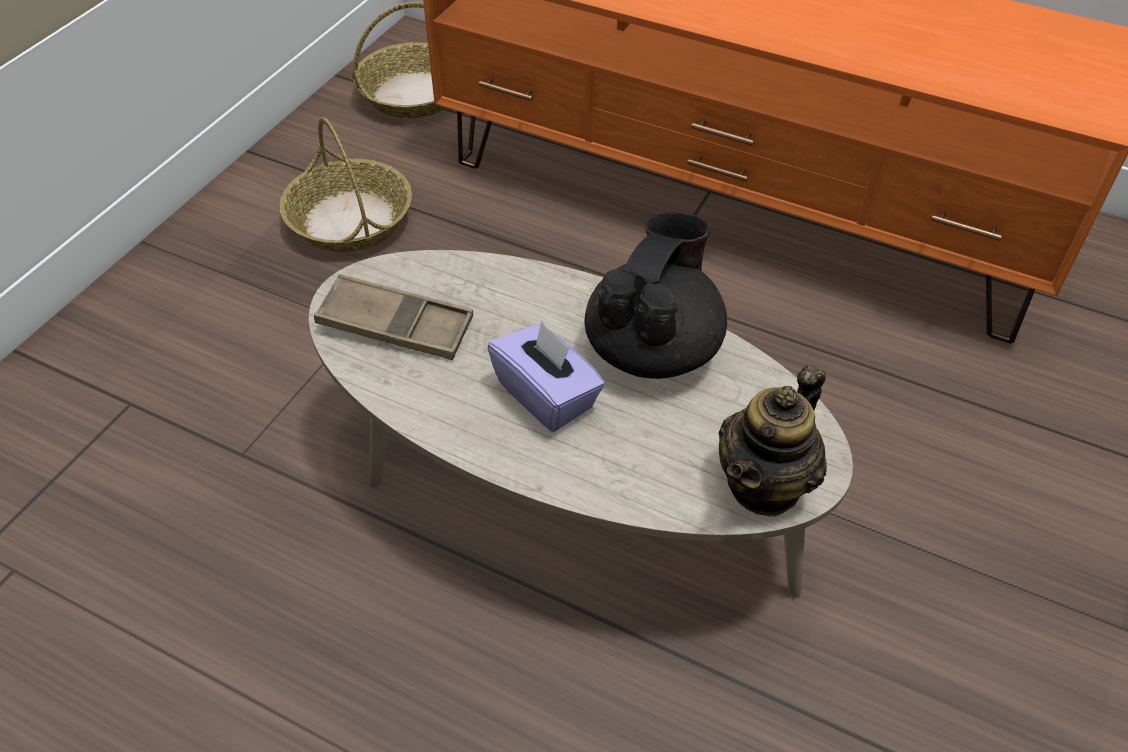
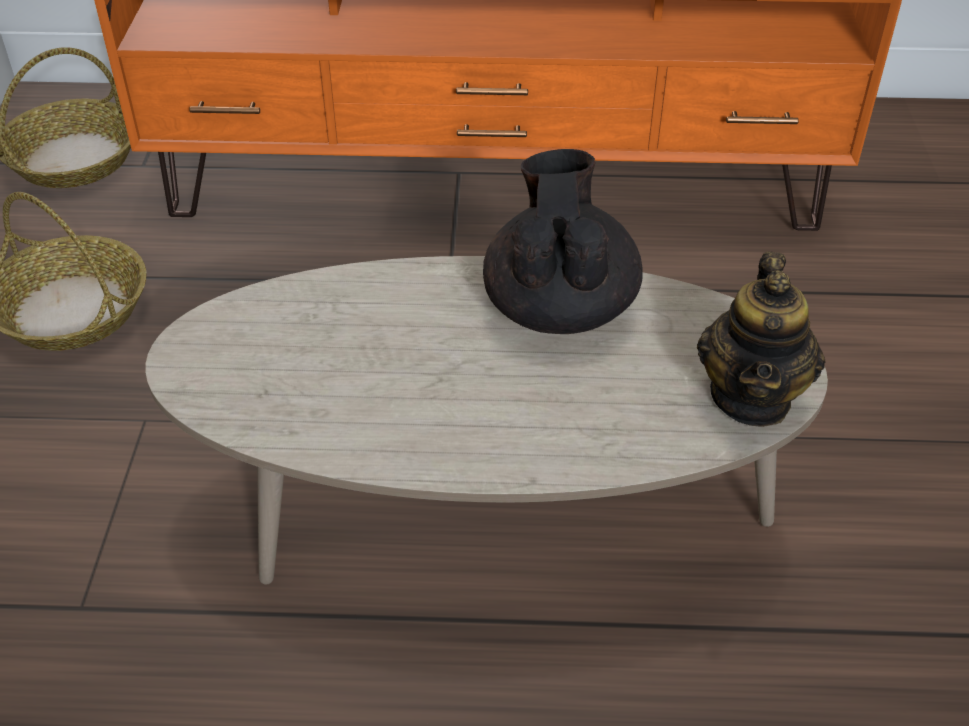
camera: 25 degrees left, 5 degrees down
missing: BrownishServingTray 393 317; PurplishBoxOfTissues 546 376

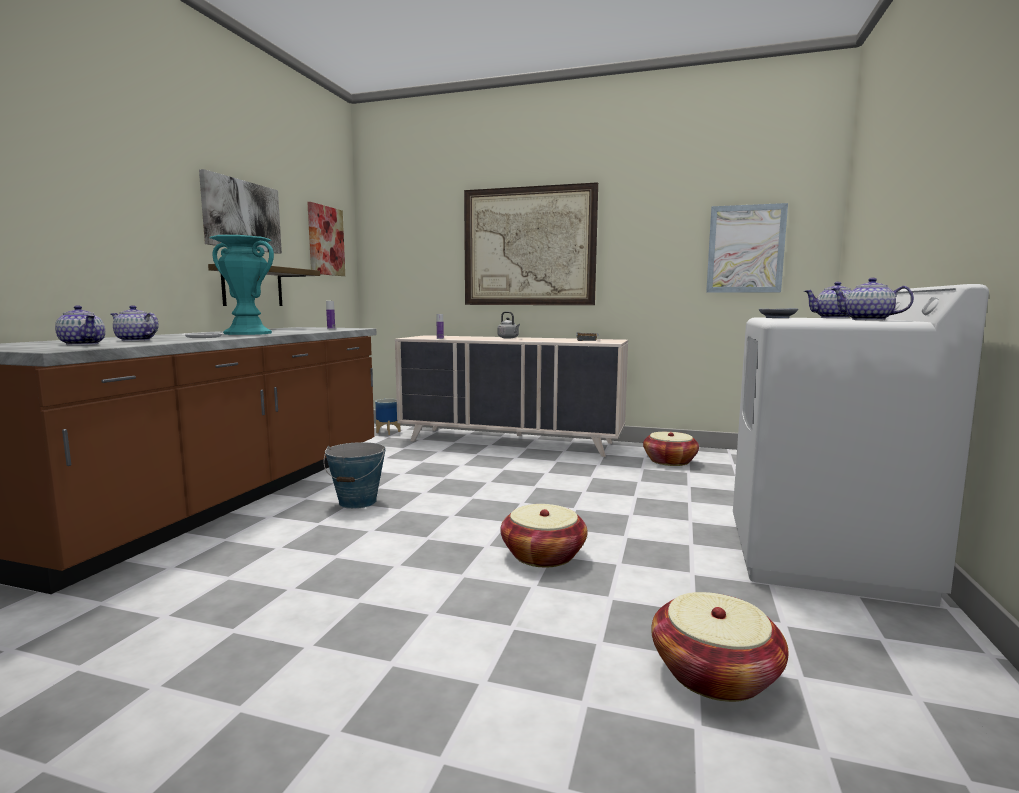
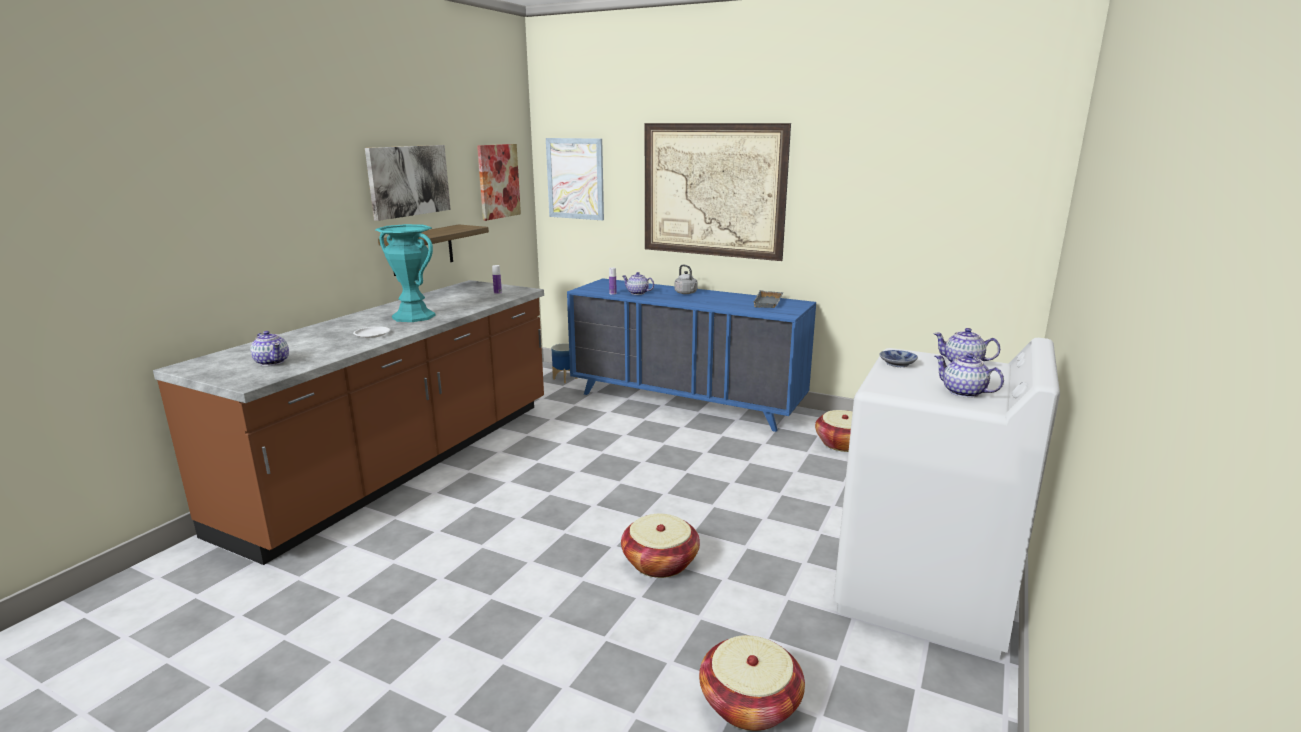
camera: 10 degrees right, 10 degrees up
missing: Pail 355 475
relocated: TeaPot 135 323 to 638 283; WallArt 747 248 to 575 179
colour: BeigeColouredDresser 511 396 to BluishDresser 691 355

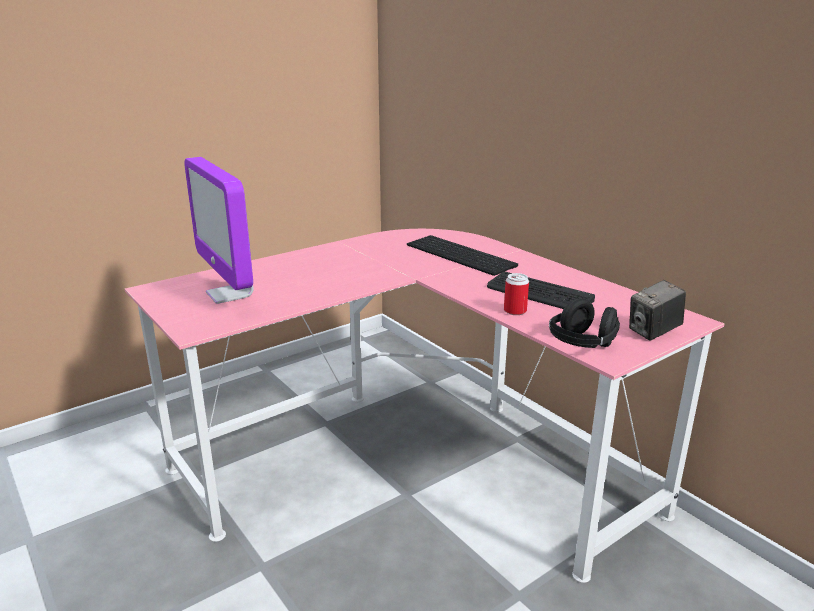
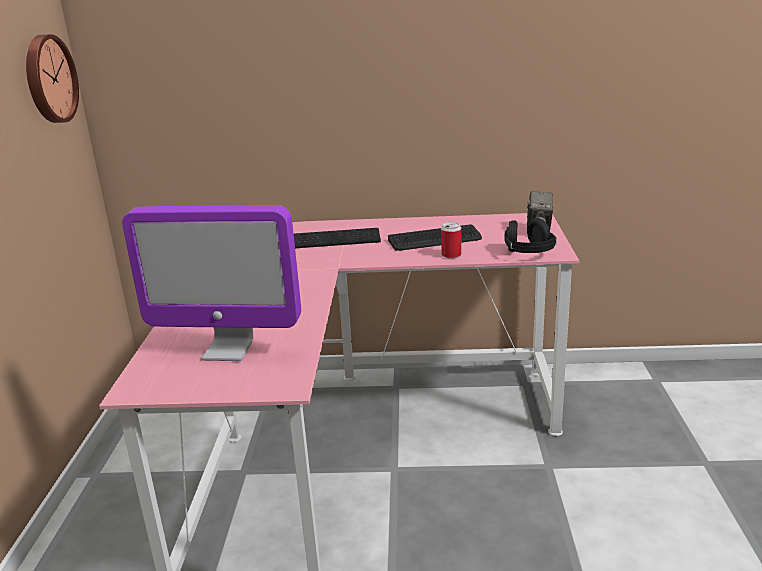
camera: 50 degrees left, 0 degrees up
appeared: HangingClock 52 78

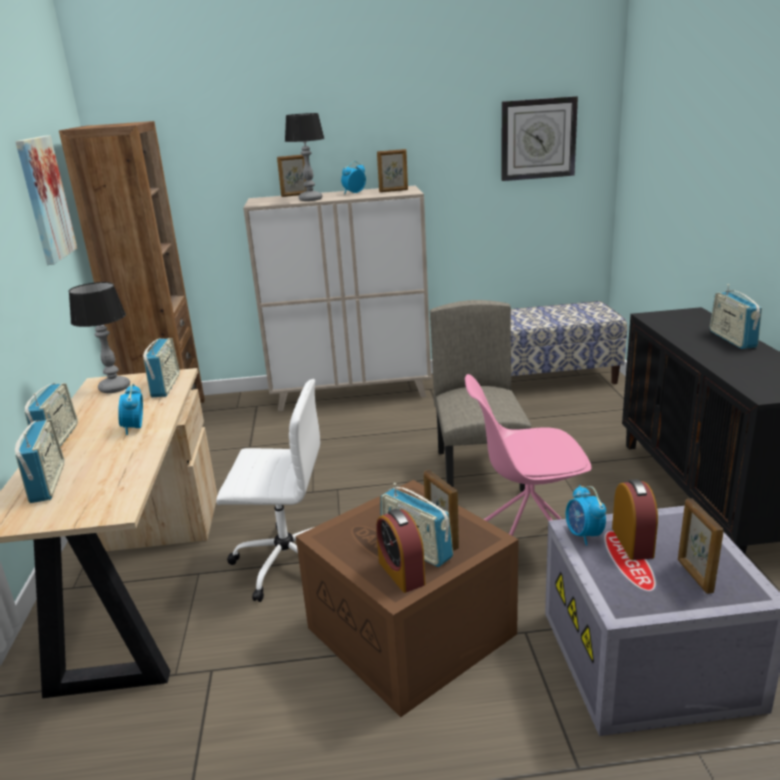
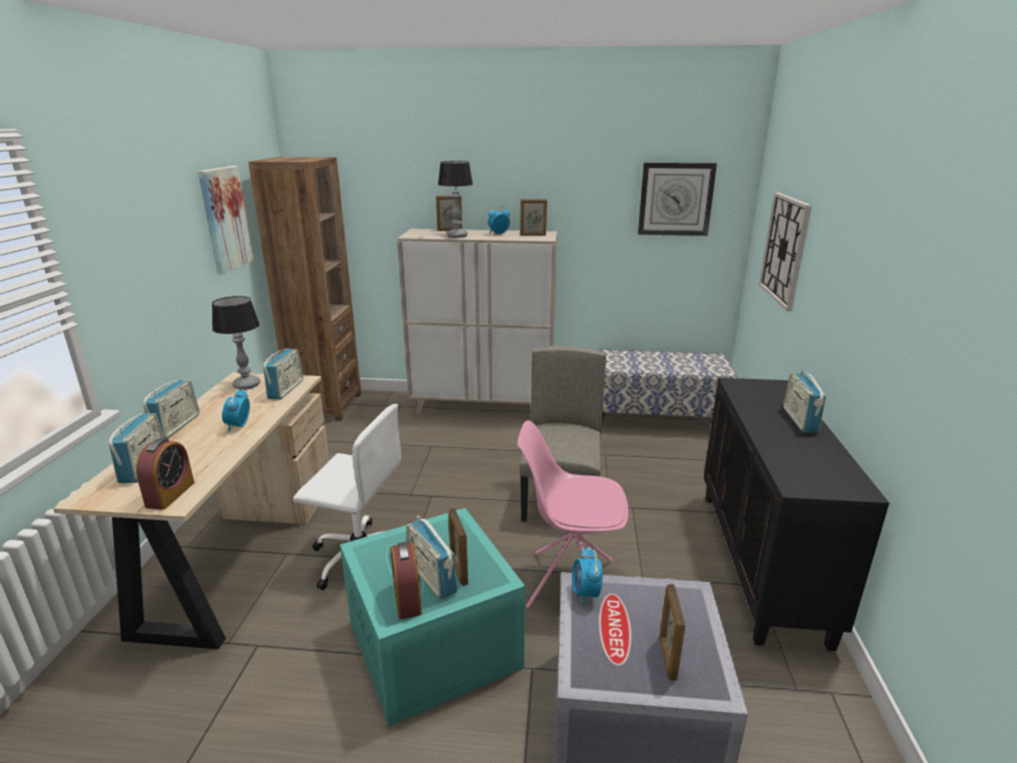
camera: 10 degrees right, 0 degrees up
appeared: HangingClock 785 251
relocated: TableClock 635 519 to 165 474
colour: BrownishStorageBin 407 598 to BlueGreenStorageBin 432 617

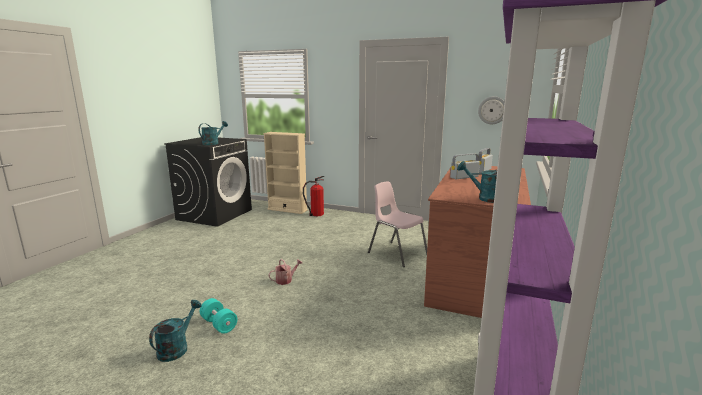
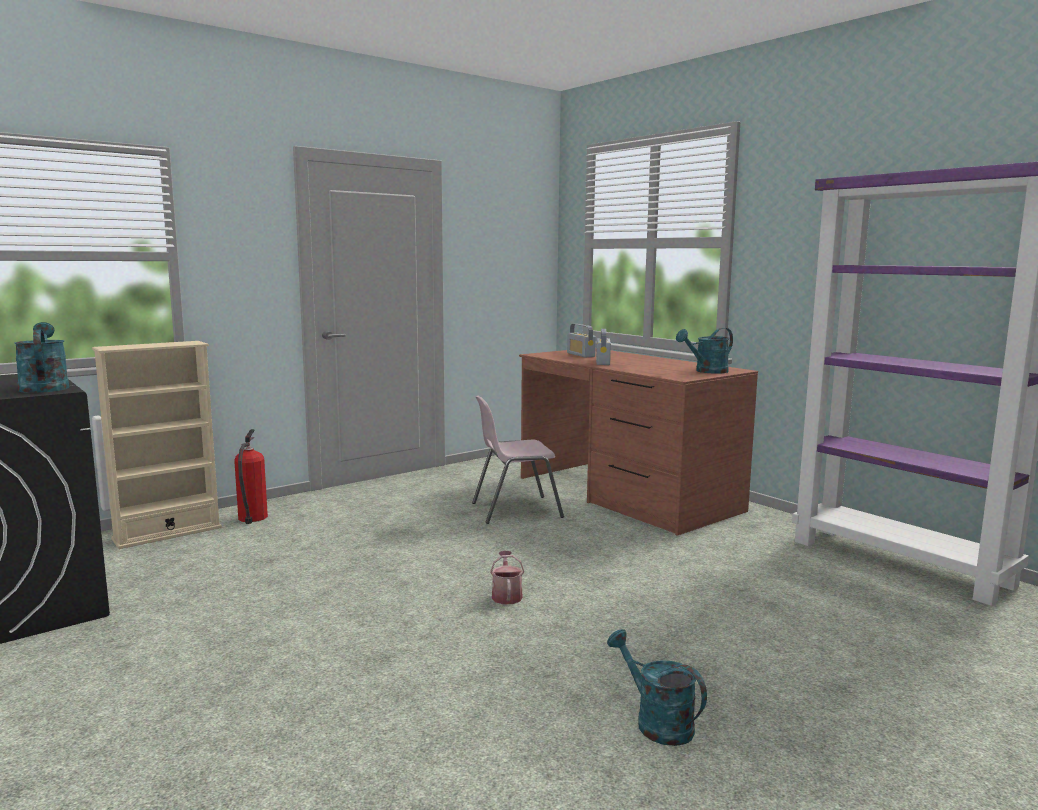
camera: 60 degrees left, 5 degrees down
missing: BlueGreenHandWeight 218 316; HangingClock 491 110

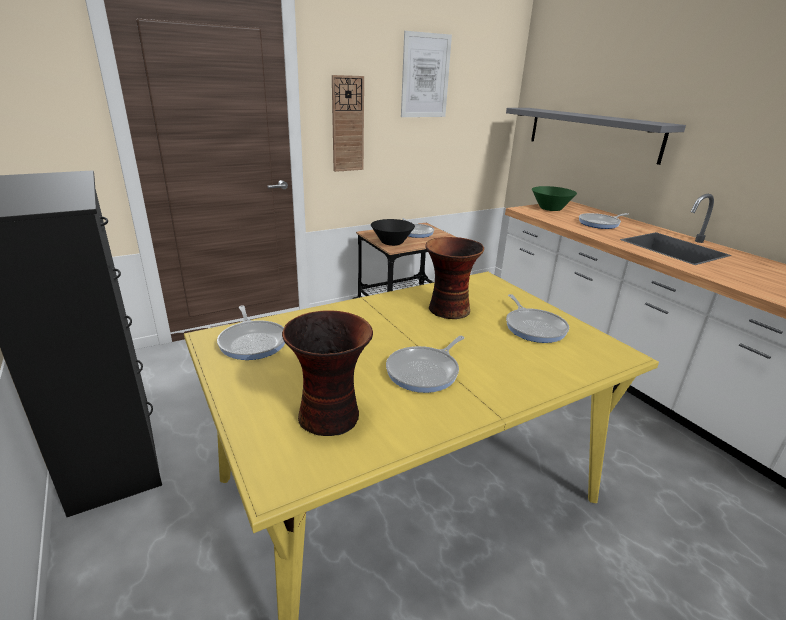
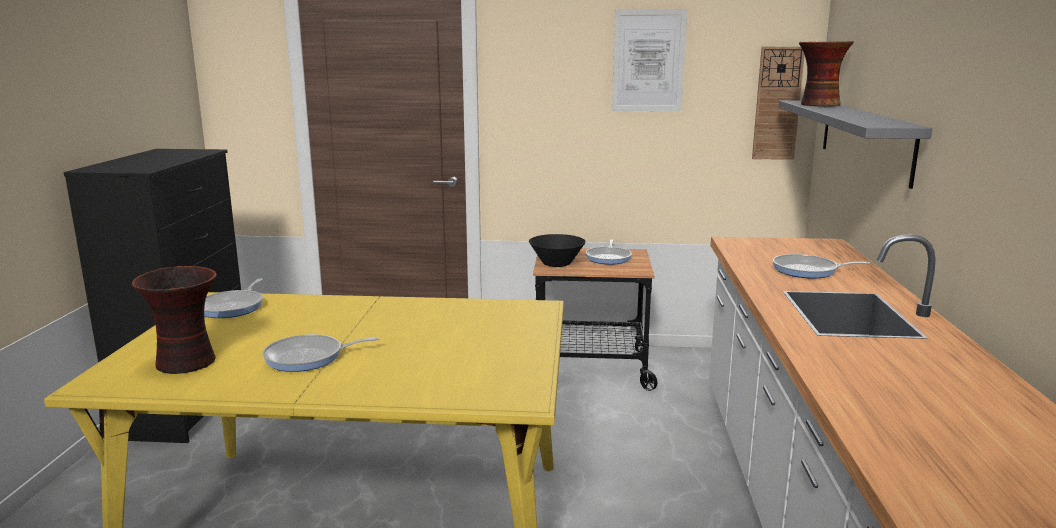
camera: 35 degrees right, 10 degrees down
missing: FryingPan 537 318; GreenColouredBowl 554 198
relocated: HangingClock 348 123 to 778 103; FlowerVase 454 278 to 826 74

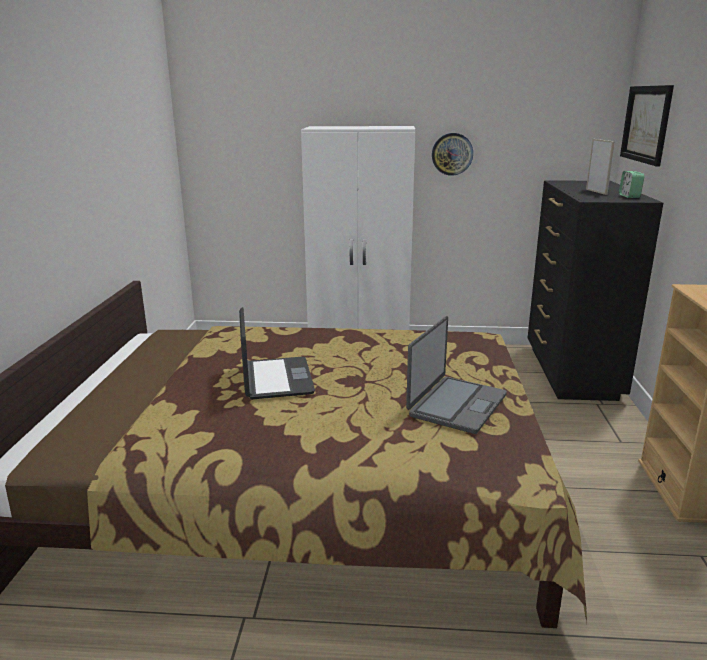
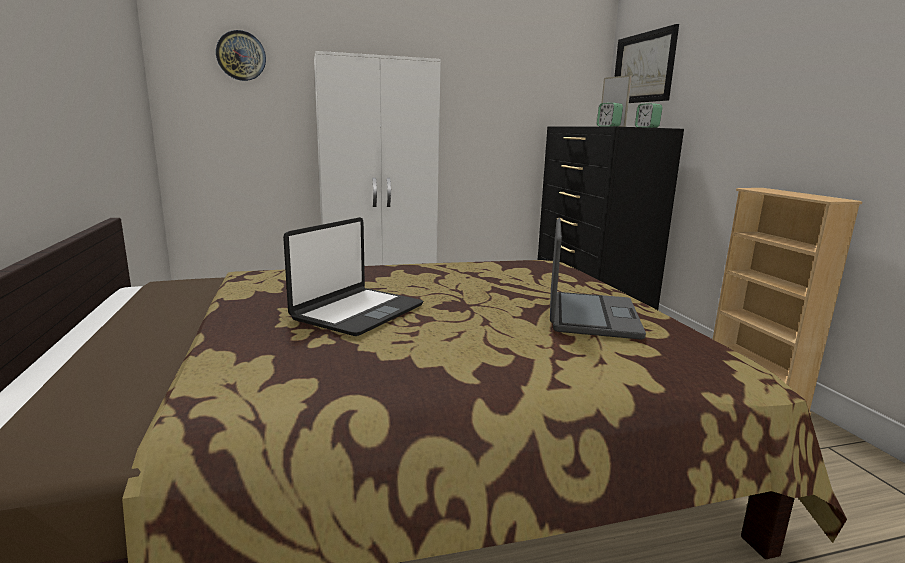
camera: 20 degrees left, 5 degrees down
appeared: TableClock 610 115
relocated: HangingClock 452 154 to 241 55
spun: Laptop 277 353 = 353 276 60 degrees clockwise

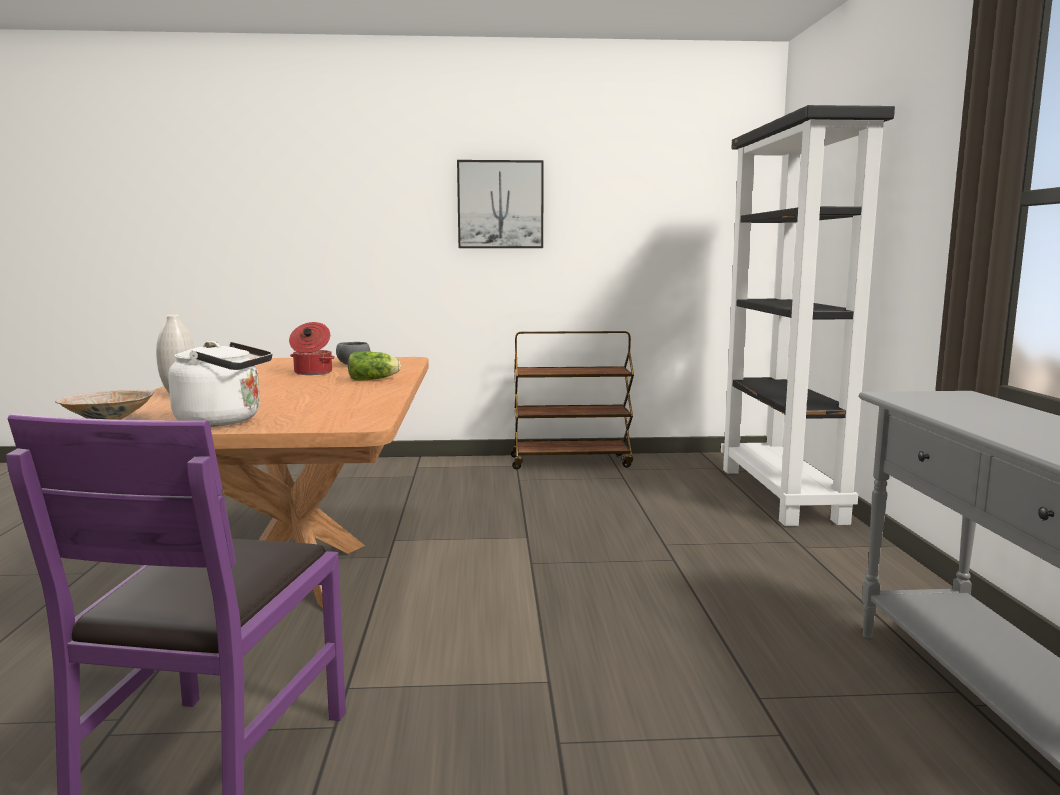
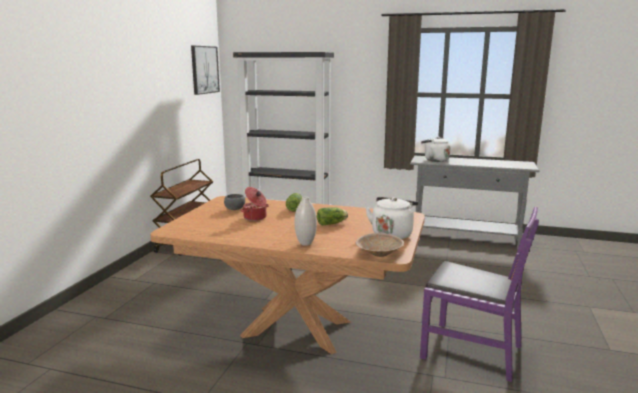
camera: 70 degrees left, 5 degrees up
appeared: LettuceHead 332 216; WhitishTeaKettle 435 149
relocated: WallArt 500 204 to 205 70

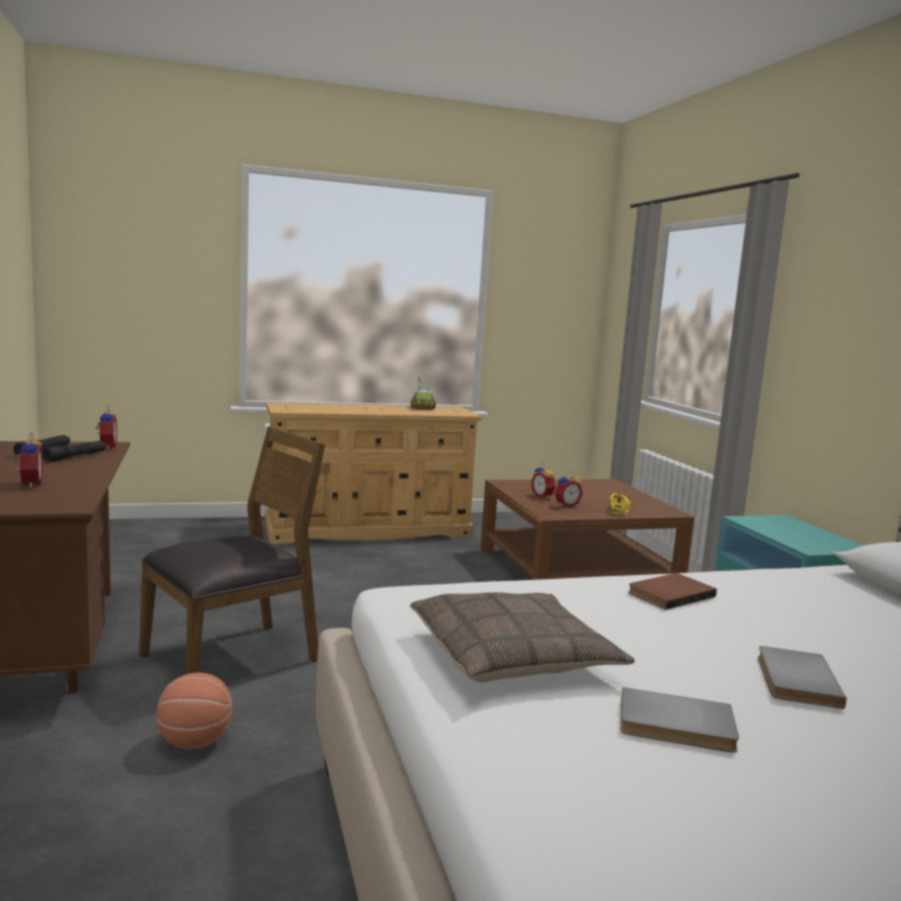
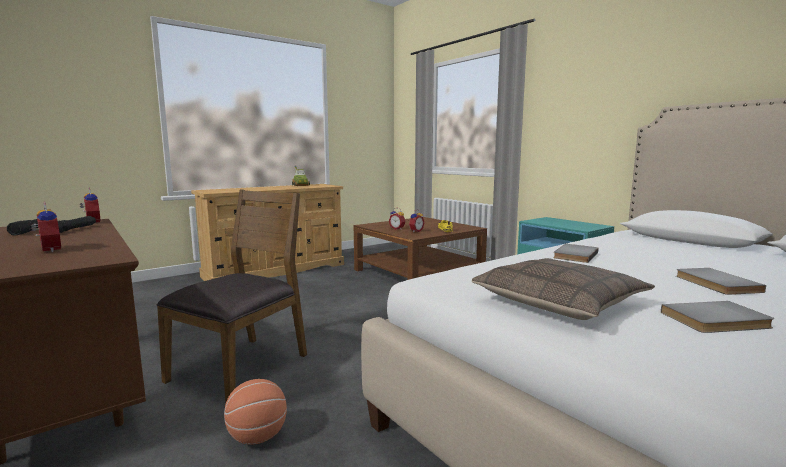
camera: 20 degrees left, 0 degrees up
colour: BrownishBoundBook 672 591 to GreyBoundBook 576 253

